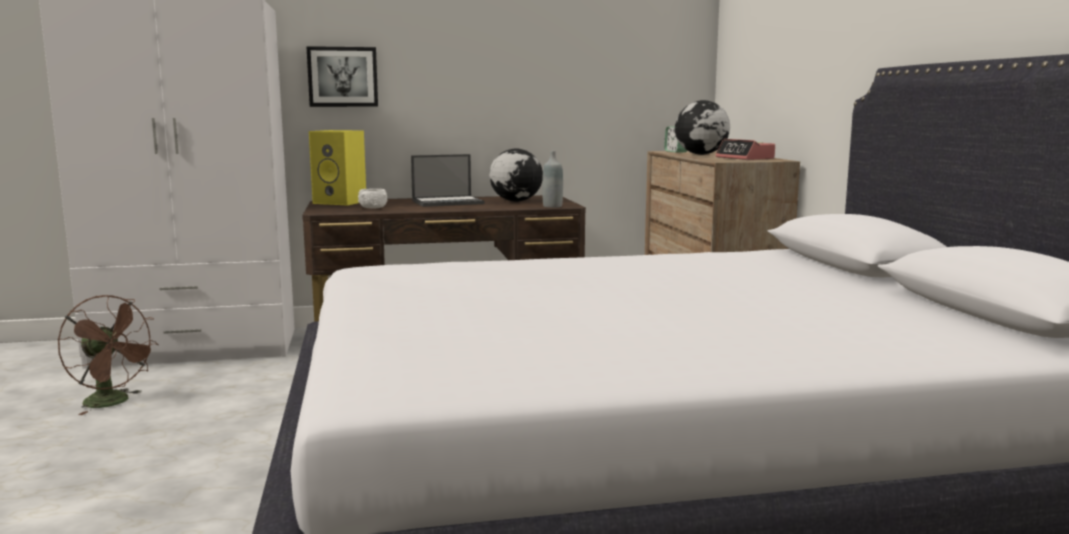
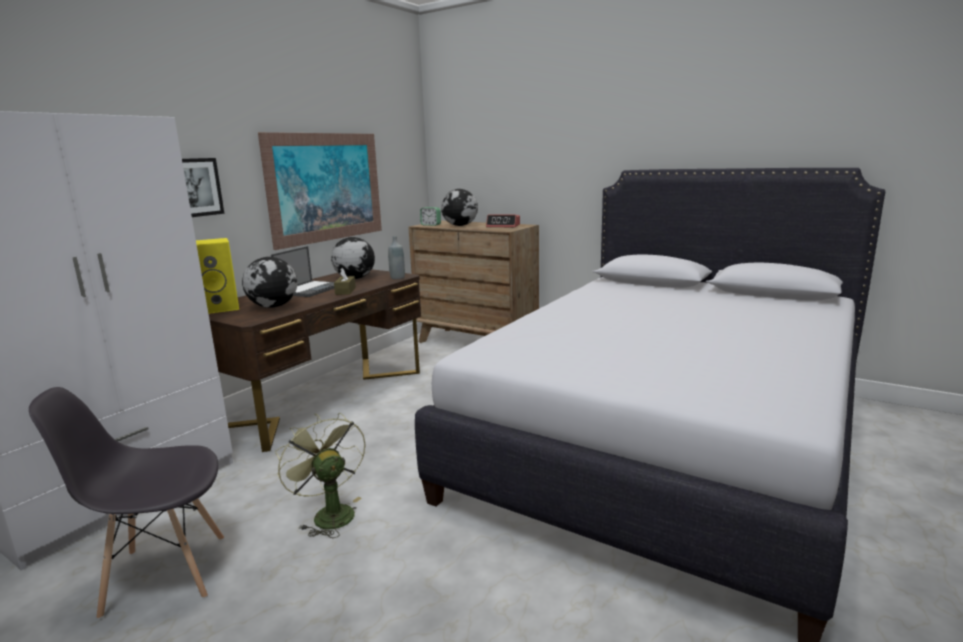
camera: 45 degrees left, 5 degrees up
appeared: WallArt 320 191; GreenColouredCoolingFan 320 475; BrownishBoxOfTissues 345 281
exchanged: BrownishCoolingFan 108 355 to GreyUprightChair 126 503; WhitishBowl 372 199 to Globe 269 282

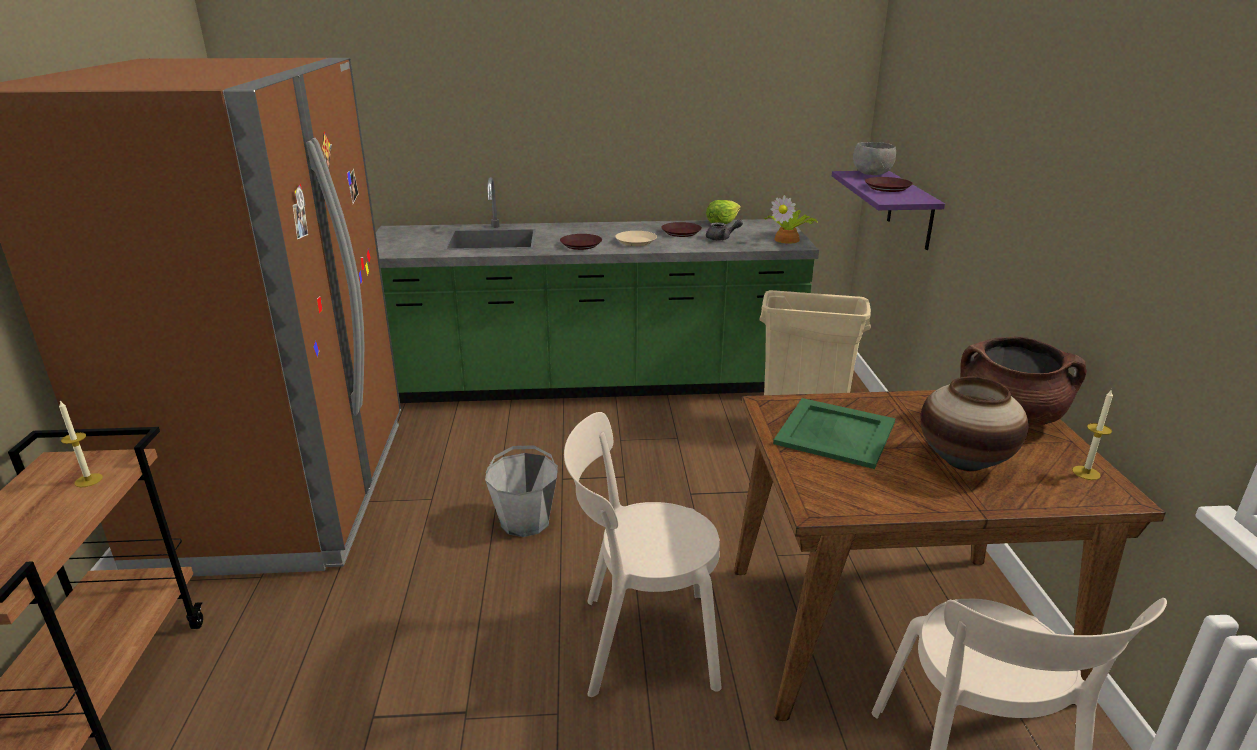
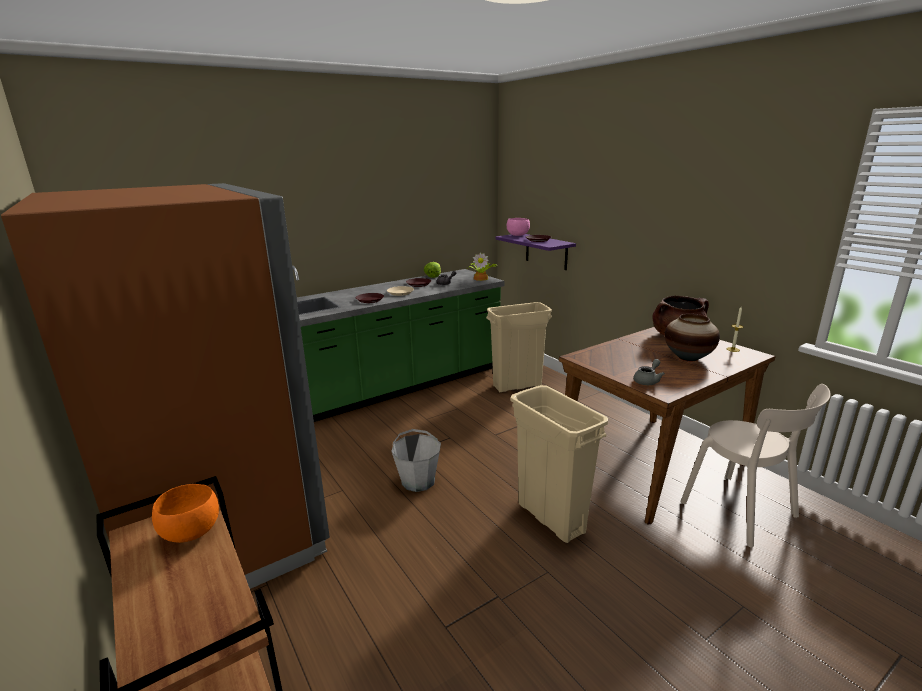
camera: 30 degrees left, 5 degrees down
missing: GreenColouredServingTray 834 433
appeared: GreyTeaPot 649 372
exchanged: WaxLight 81 444 to OrangeColouredBowl 185 513; BeigeColouredUprightChair 643 554 to BeigeColouredTrashCan 559 464
colour: GreyBowl 874 158 to PinkishBowl 518 227

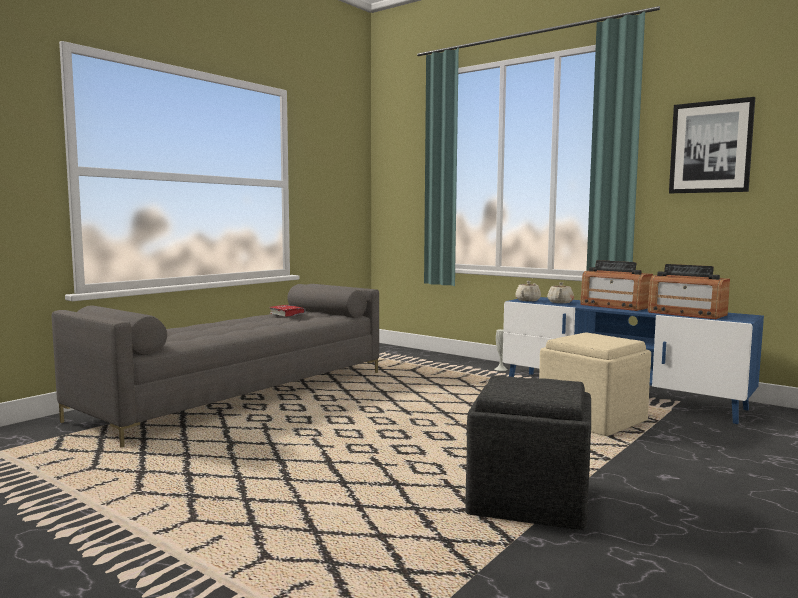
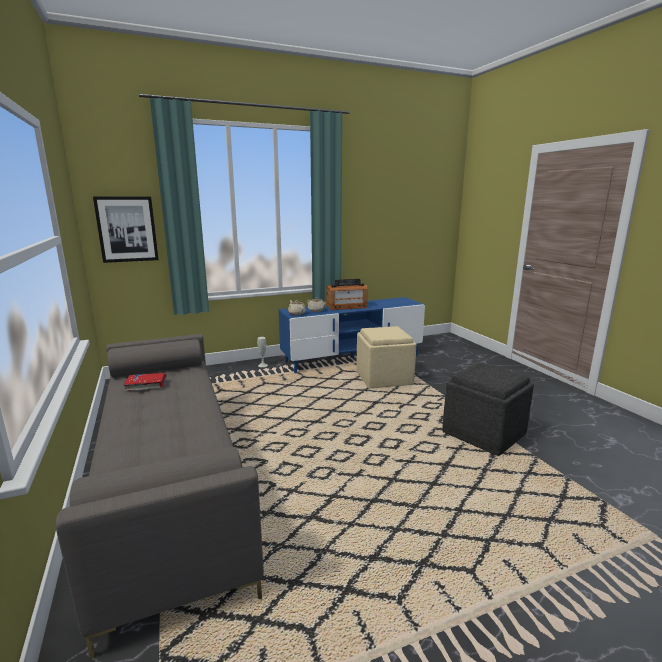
camera: 60 degrees left, 10 degrees up
missing: RadioReceiver 689 291
relocated: WallArt 712 145 to 126 229

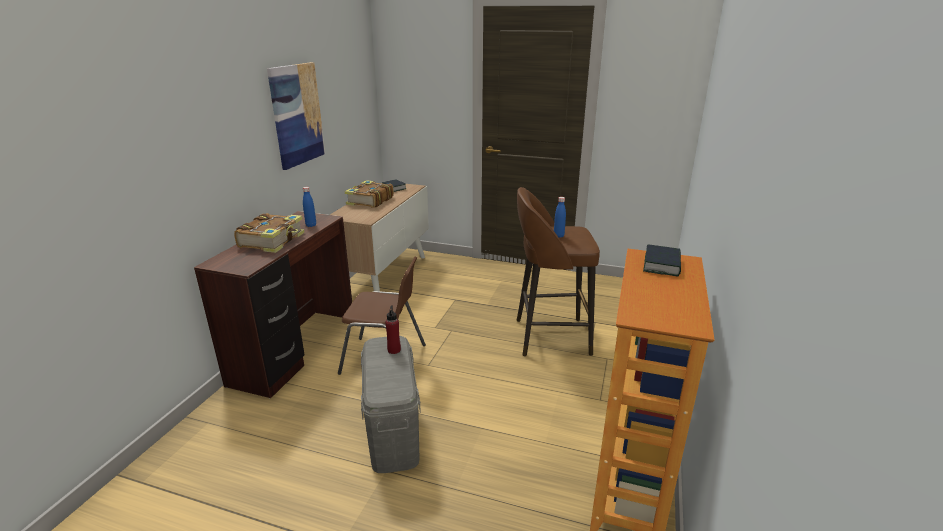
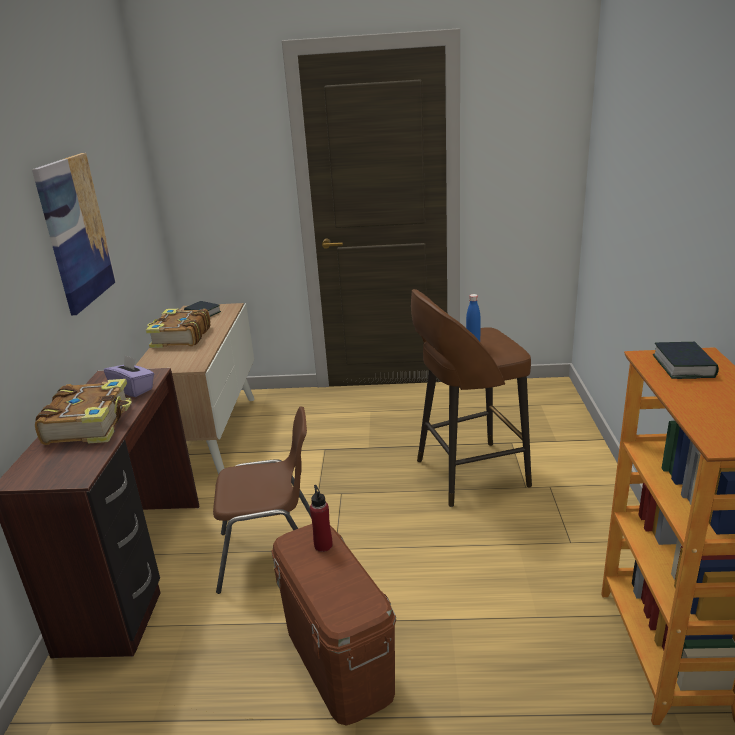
camera: 15 degrees left, 0 degrees up
exchanged: BluishBeverageBottle 309 207 to PurplishBoxOfTissues 129 376
colour: GreyStorageBin 391 404 to BrownishStorageBin 333 624

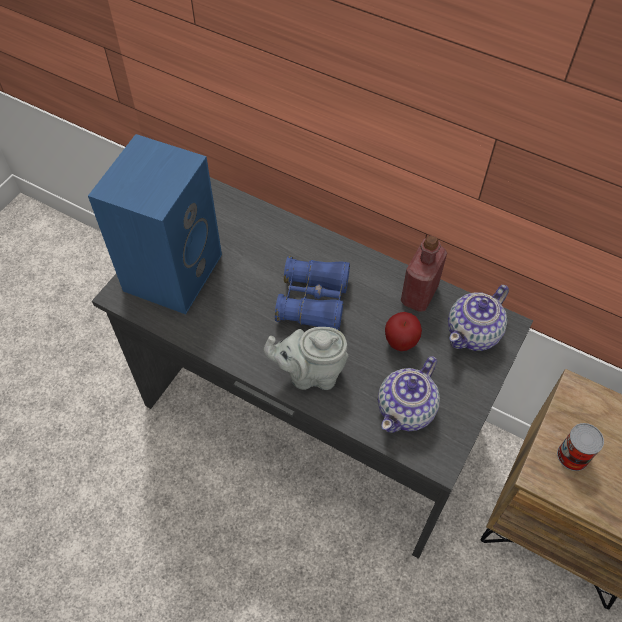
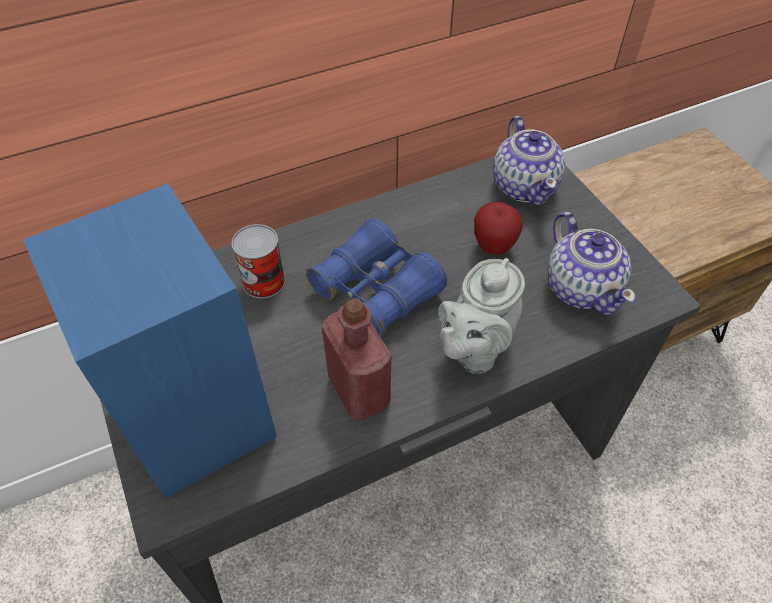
camera: 55 degrees left, 5 degrees down
relocated: RedBeverageBottle 424 273 to 357 359; Can 580 447 to 258 261

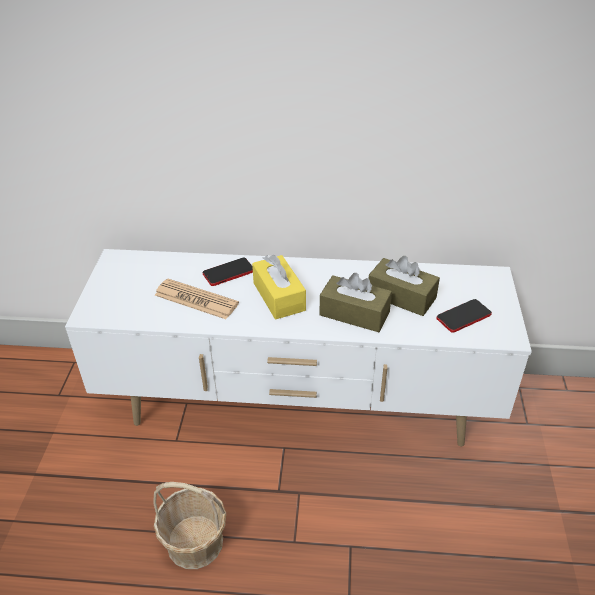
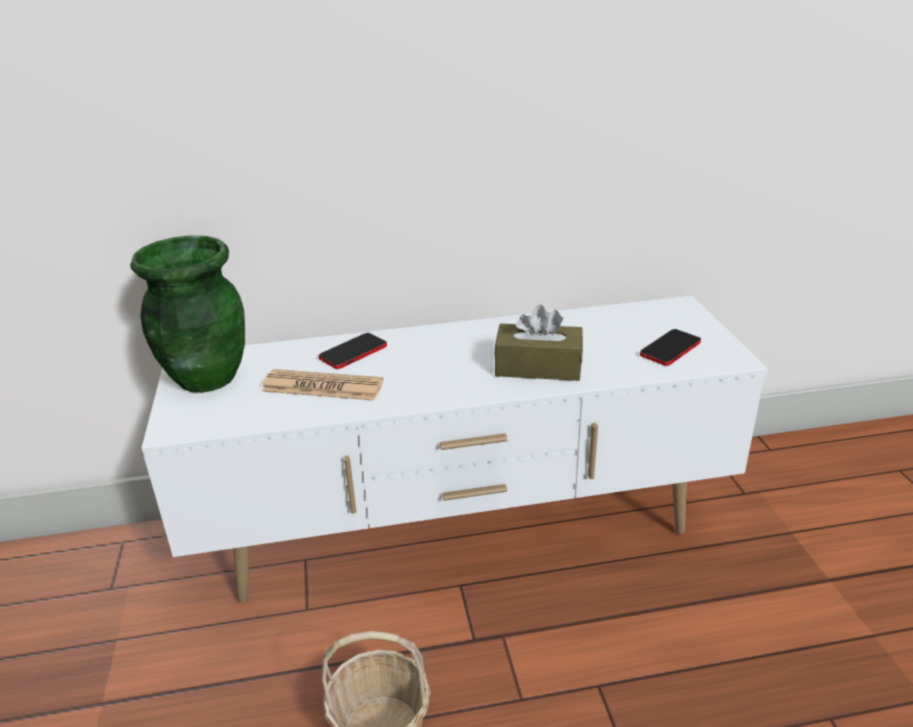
camera: 15 degrees left, 10 degrees down
missing: YellowBoxOfTissues 279 287; BrownishBoxOfTissues 404 286
appeared: GreenColouredFlowerVase 187 314

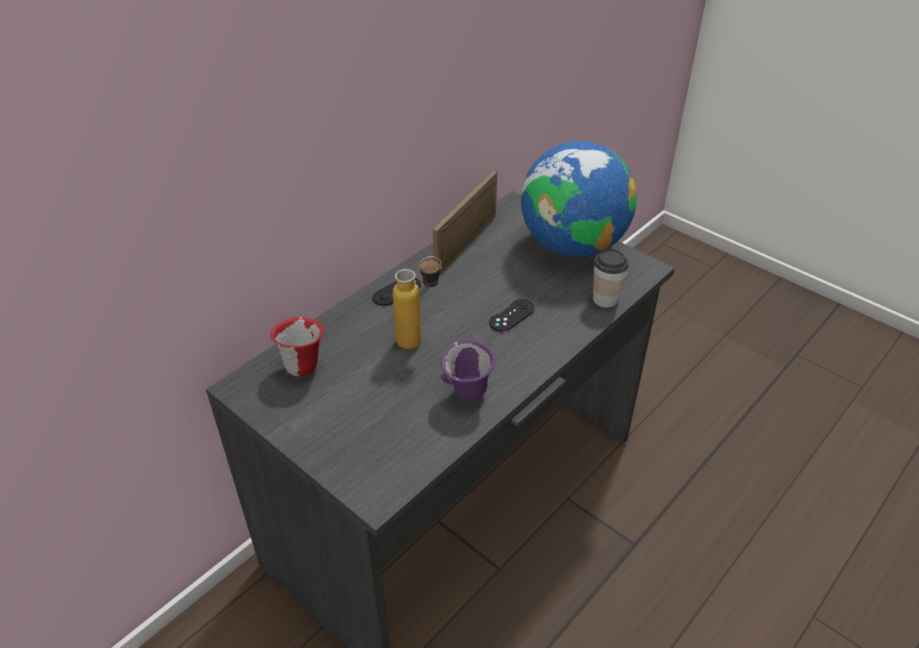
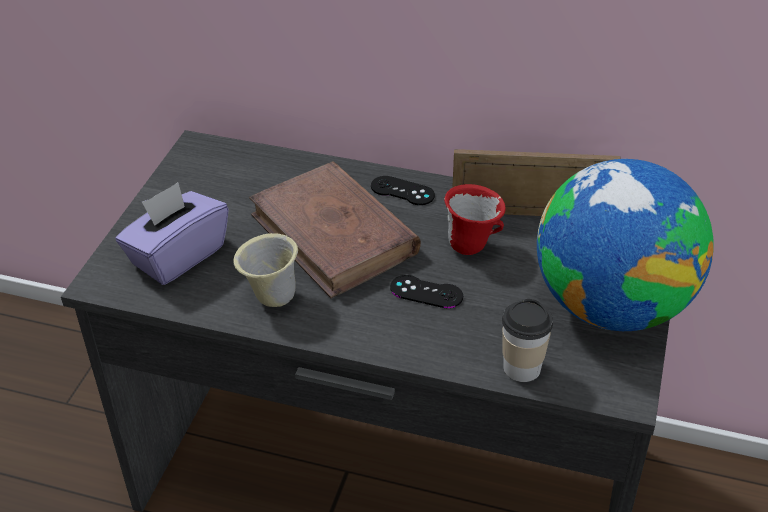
camera: 65 degrees right, 0 degrees up
appeared: PurplishBoxOfTissues 172 233
relocated: RedMug 297 347 to 475 219
exchanged: BeverageBottle 417 302 to BrownishBoundBook 335 229
colour: PurplishMug 468 370 to BeigeColouredMug 265 270

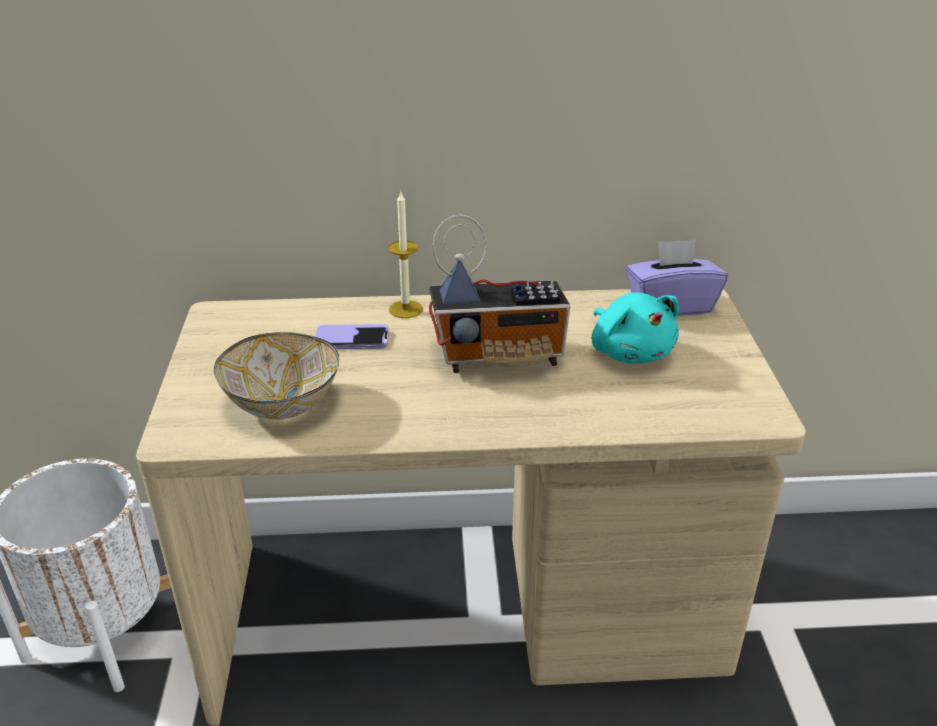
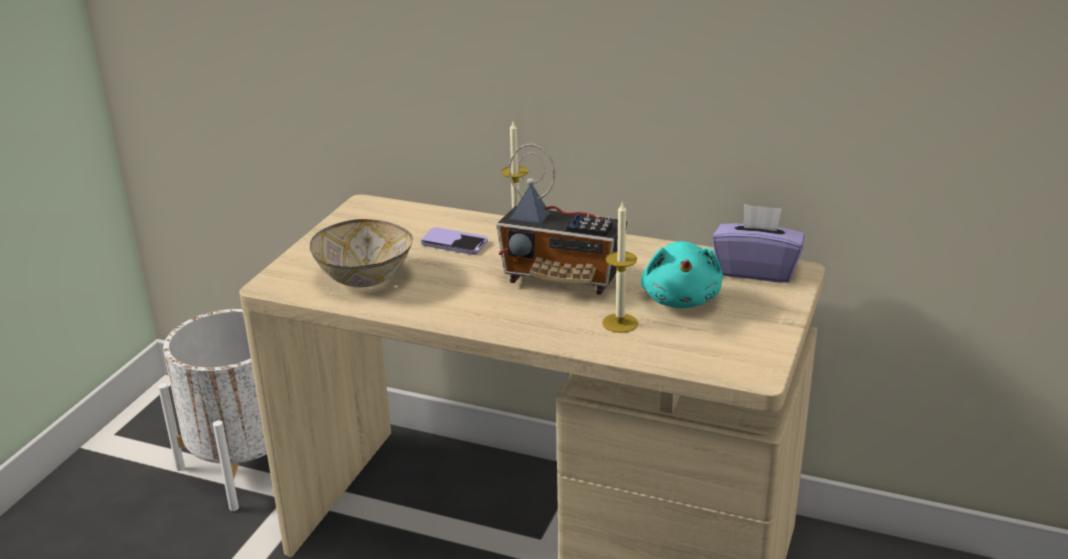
camera: 25 degrees right, 5 degrees down
appeared: WaxLight 620 267

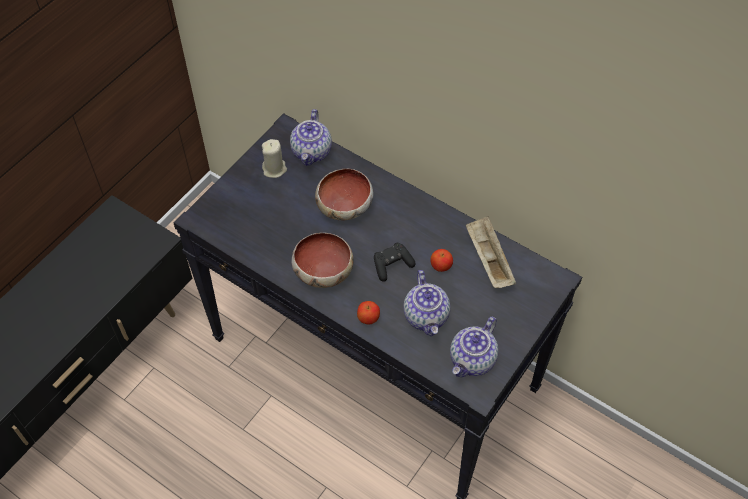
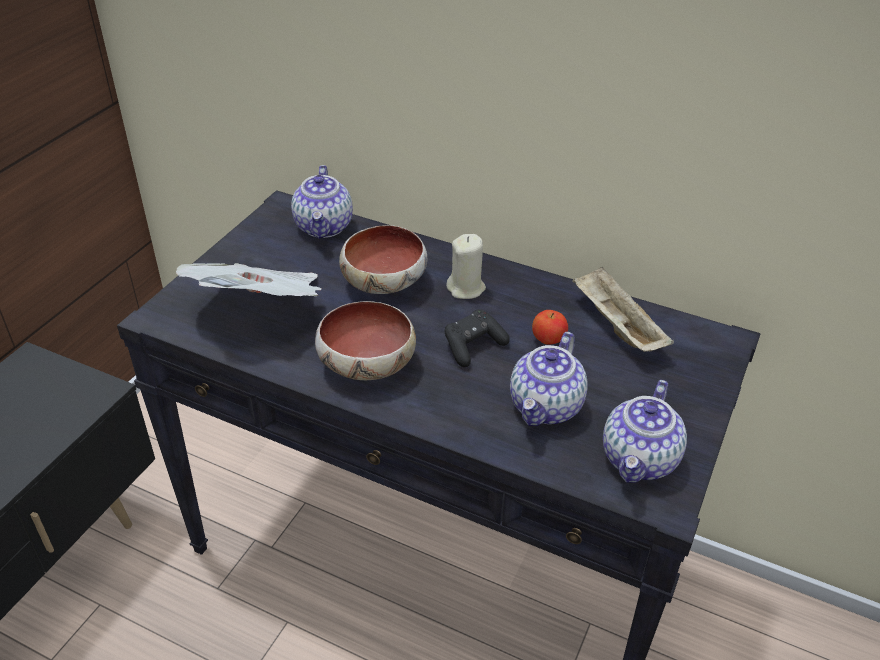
camera: 10 degrees left, 15 degrees down
missing: WholeApple 368 312
appeared: Newspaper 248 280
relocated: BeigeColouredWaxLight 274 158 to 466 266
spun: TeaPot 426 303 = 549 379 45 degrees clockwise

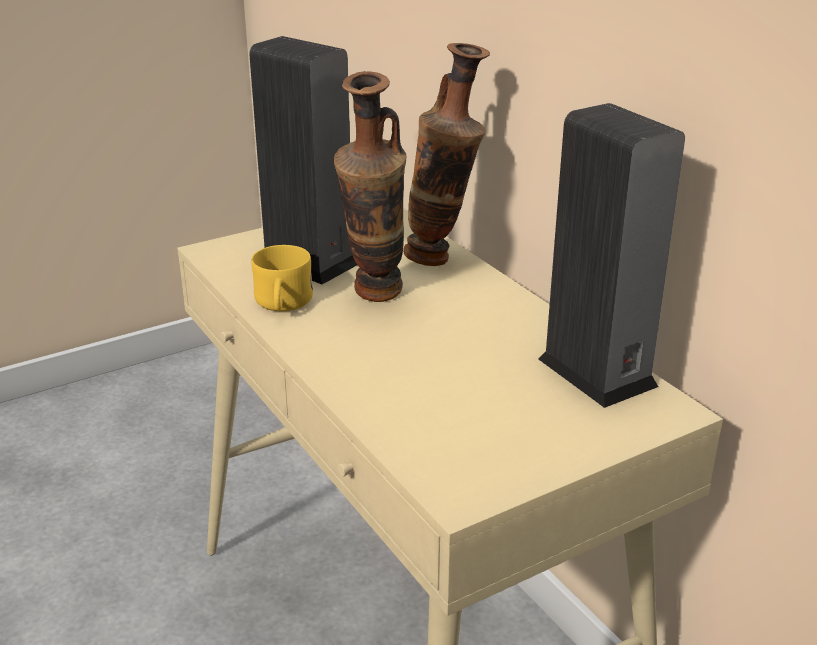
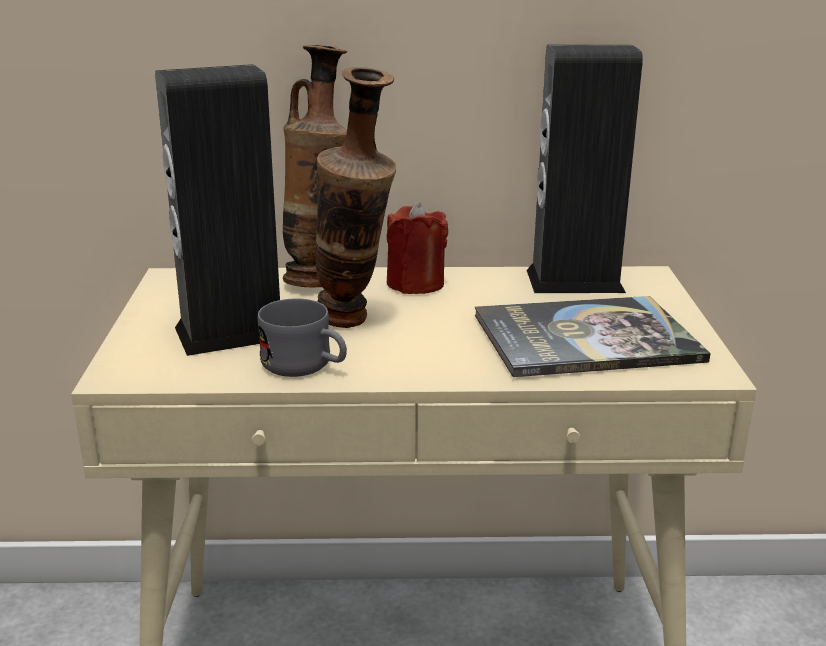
camera: 60 degrees left, 5 degrees down
appeared: RedWaxLight 417 248; BoundBook 593 336
colour: YellowMug 282 278 to GreyMug 302 337

